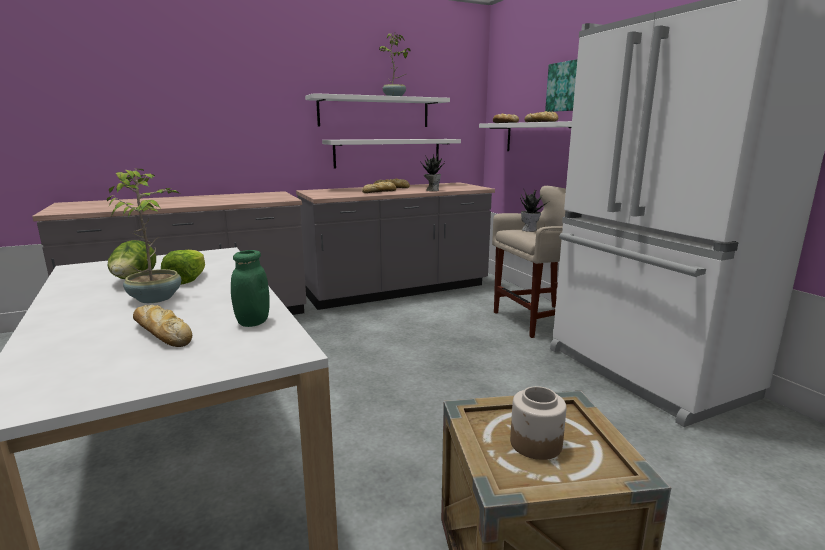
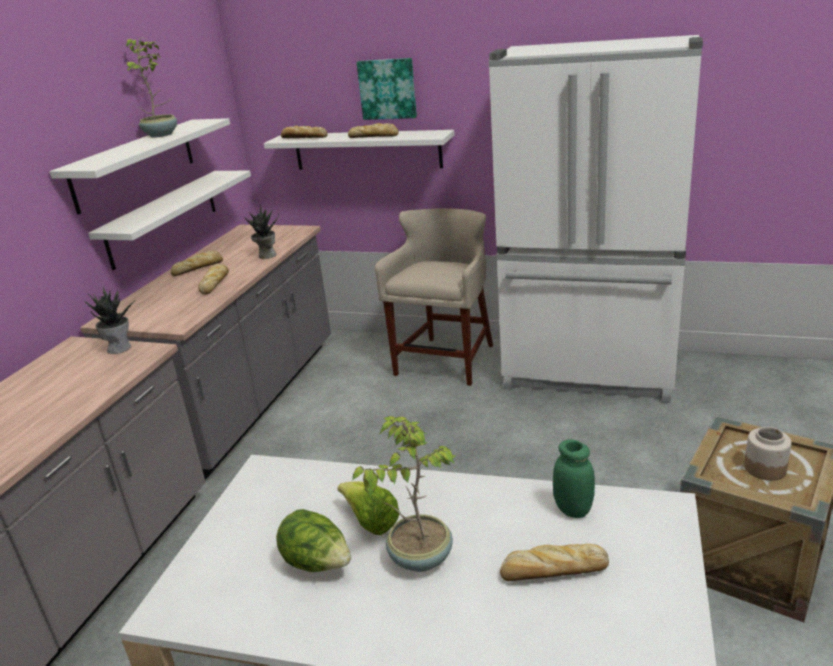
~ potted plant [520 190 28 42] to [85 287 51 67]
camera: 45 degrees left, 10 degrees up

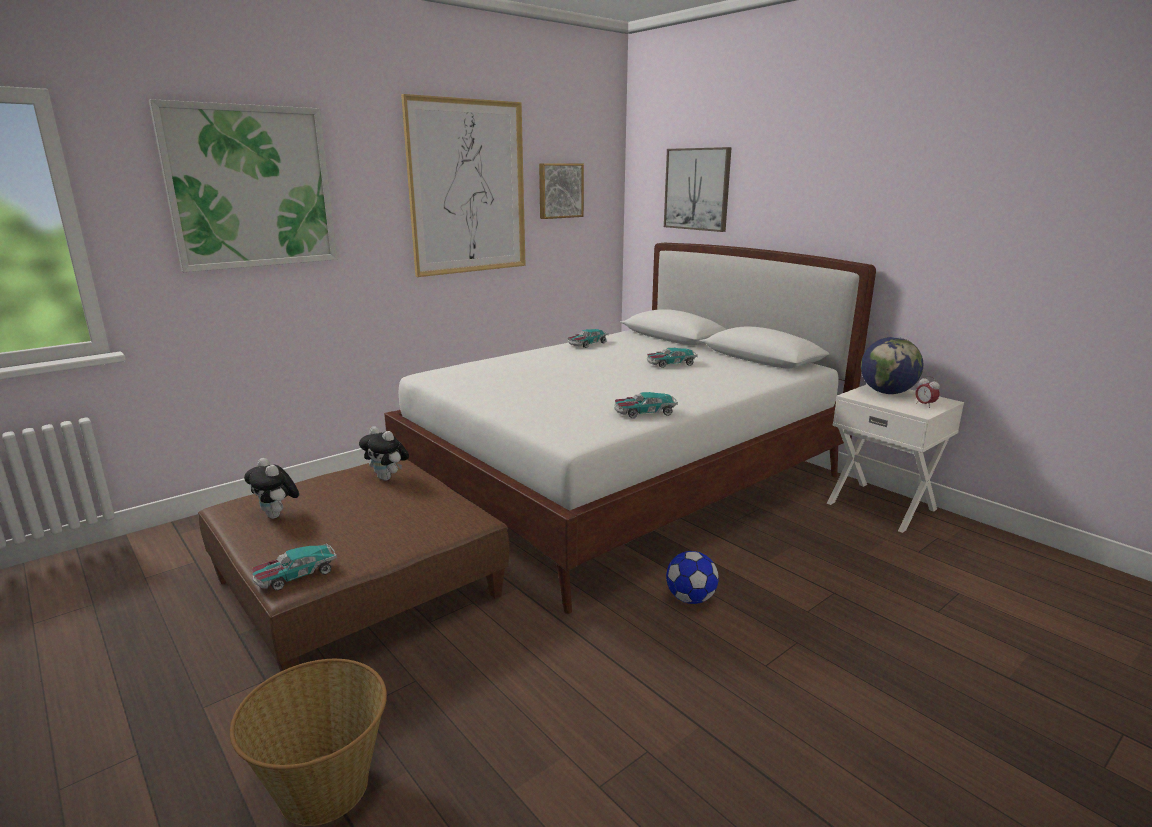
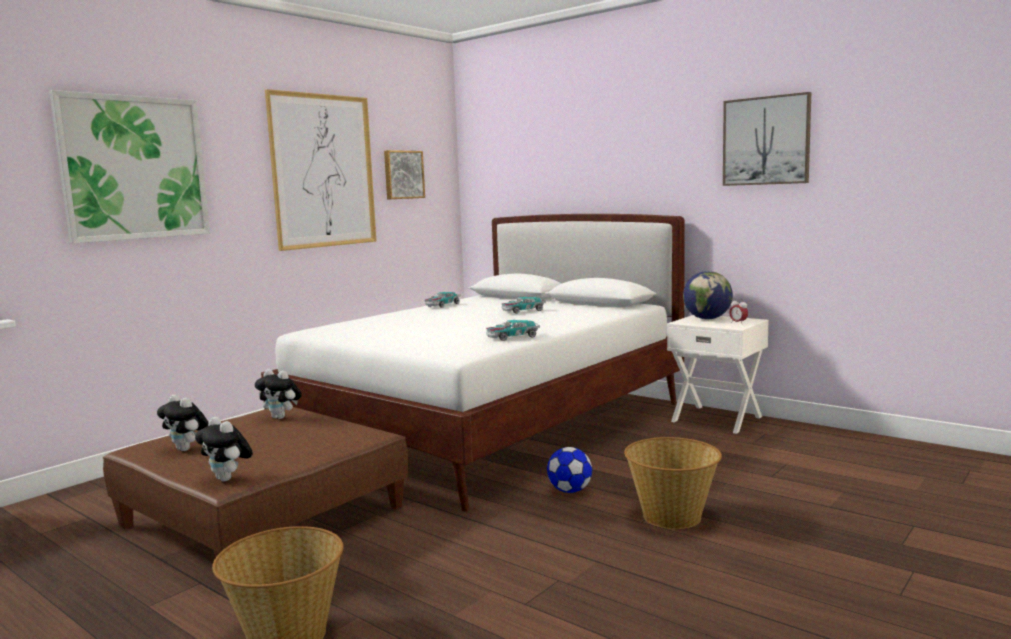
~ toy car [252 543 85 47] to plush toy [195 417 58 64]
~ picture [664 147 68 85] to [723 92 88 94]
+ basket [624 437 98 92]
camera: 10 degrees left, 10 degrees down

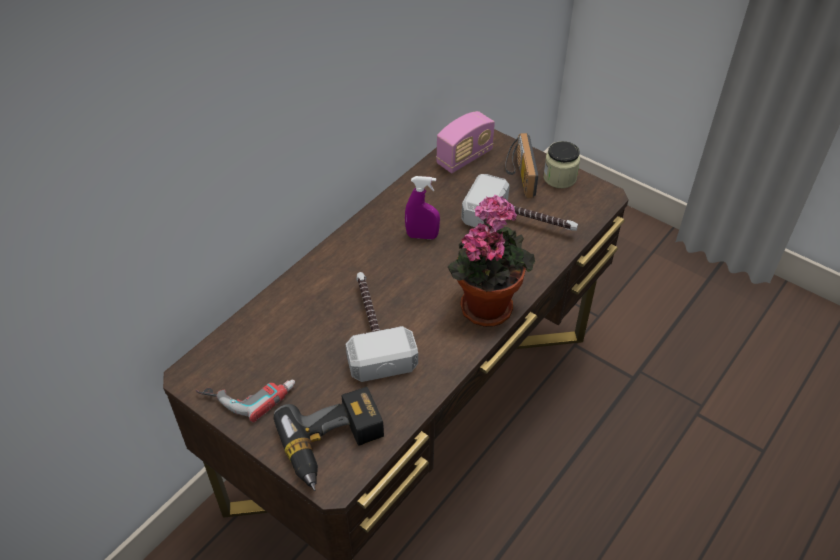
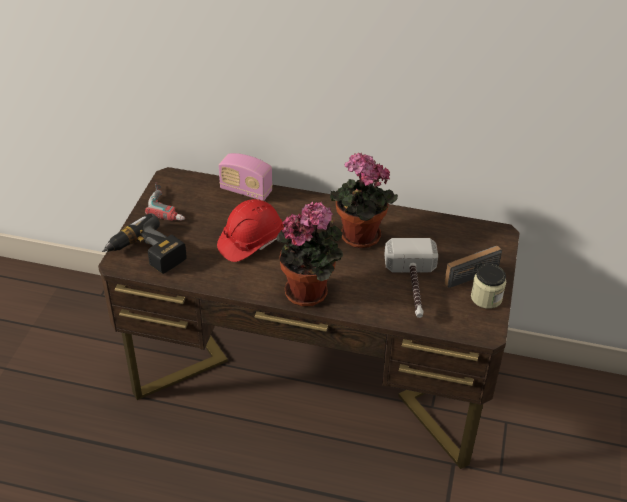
~ hammer [346 272 72 110] to red hard hat [217 199 67 63]
~ purple spray bottle [405 176 35 63] to potted plant [330 153 68 95]
~ radio [436 111 59 62] to [219 153 54 48]
camera: 65 degrees right, 5 degrees down

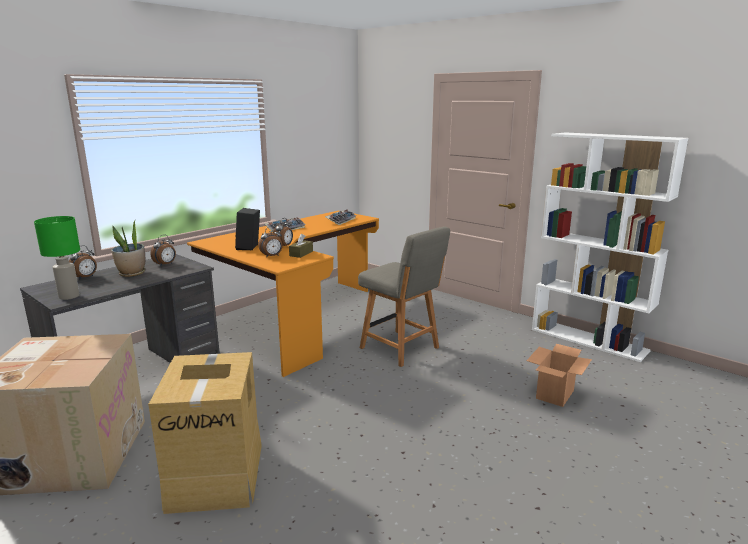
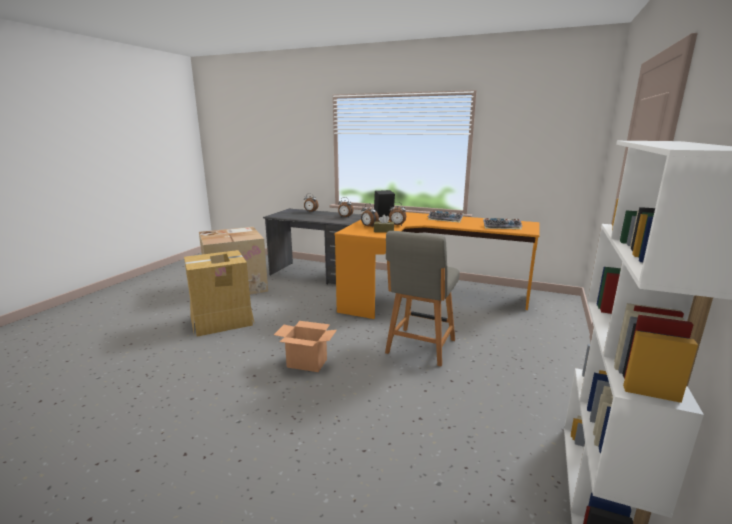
- green table lamp [34 216 46 84]
- potted plant [111 221 34 56]
~ cardboard box [526 344 66 63] to [274 321 63 51]
camera: 70 degrees right, 0 degrees up

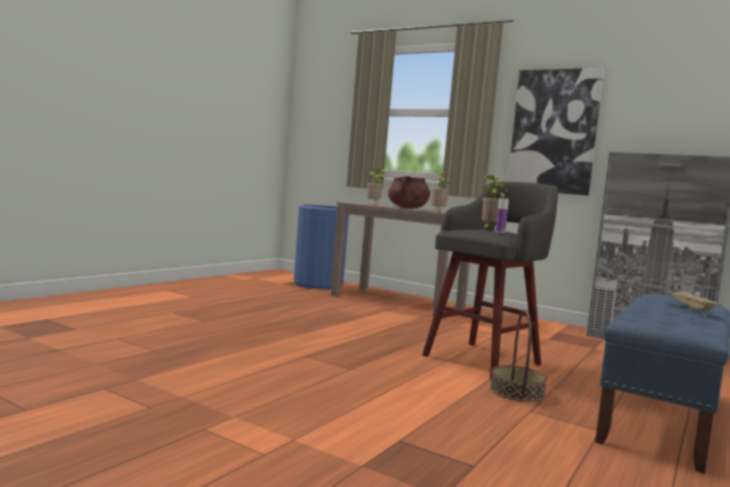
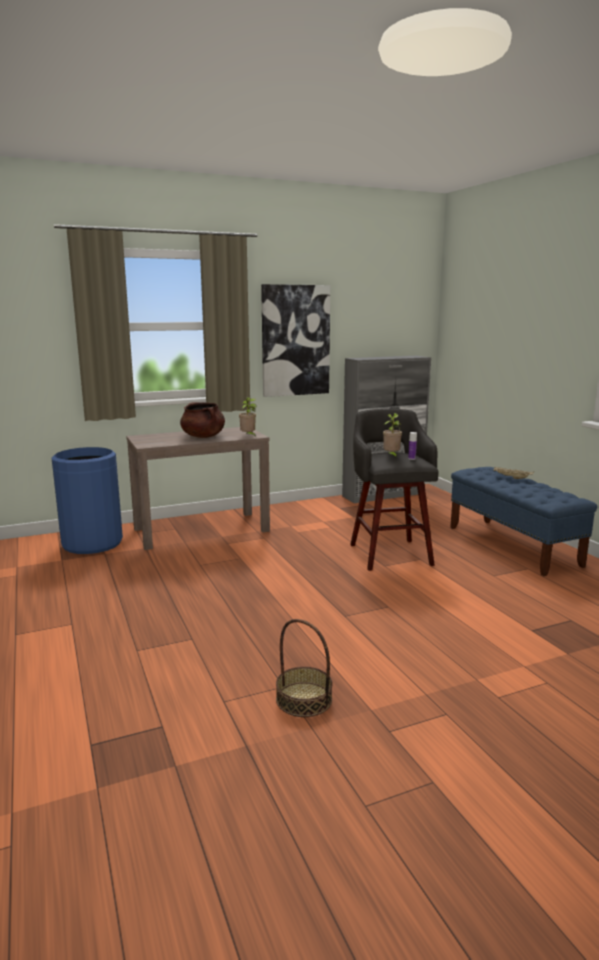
- potted plant [367 169 20 35]
~ basket [490 310 57 92] to [276 619 57 98]
camera: 55 degrees left, 10 degrees up

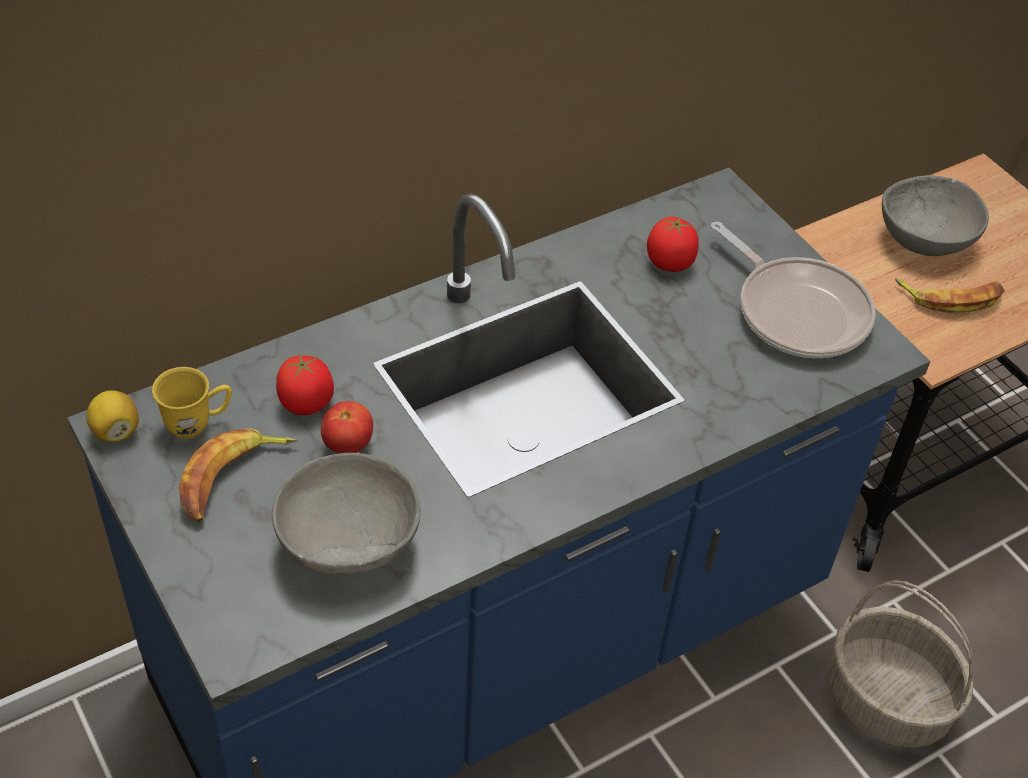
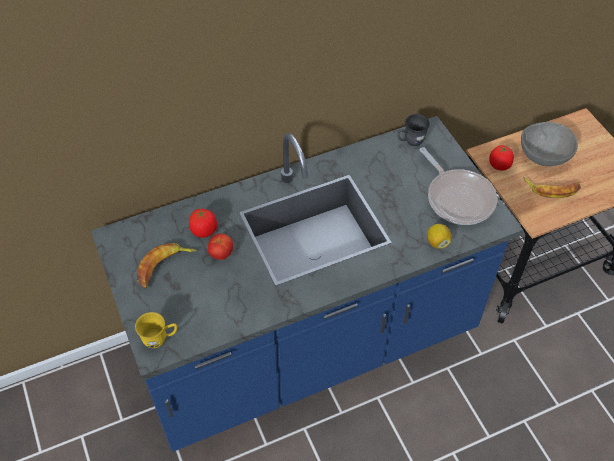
~ lemon [86 391 53 51] to [427 224 25 25]
~ yellow mug [152 367 80 72] to [135 312 42 36]
- grey bowl [272 453 148 122]
~ tomato [647 216 52 56] to [489 145 25 26]
- basket [829 580 145 168]
+ grey mug [397 114 33 32]
camera: 10 degrees right, 5 degrees up

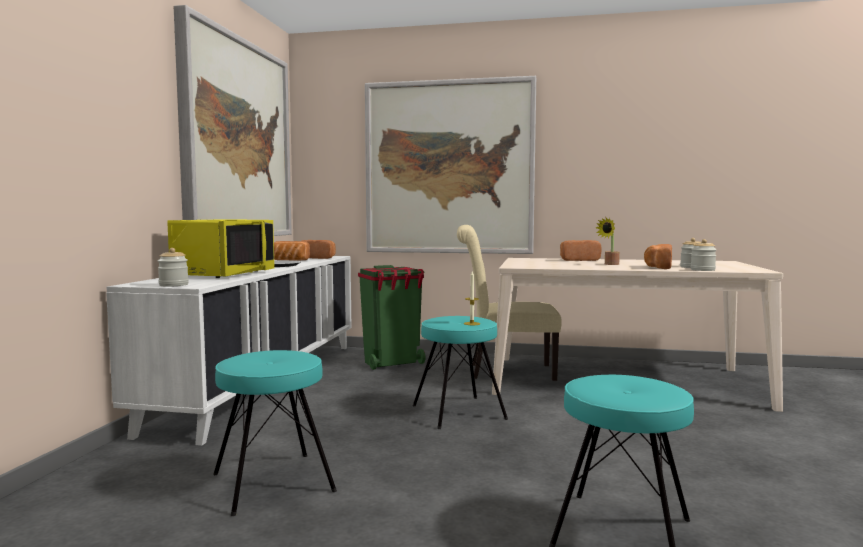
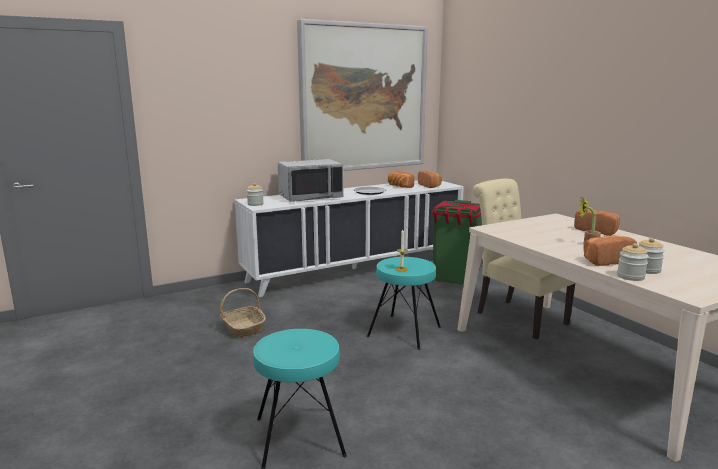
~ yellow microwave [167 219 107 59] to grey microwave [278 159 66 43]
~ turquoise stool [213 350 124 166] to basket [220 288 46 50]
- picture [365 76 171 178]
camera: 50 degrees right, 10 degrees up

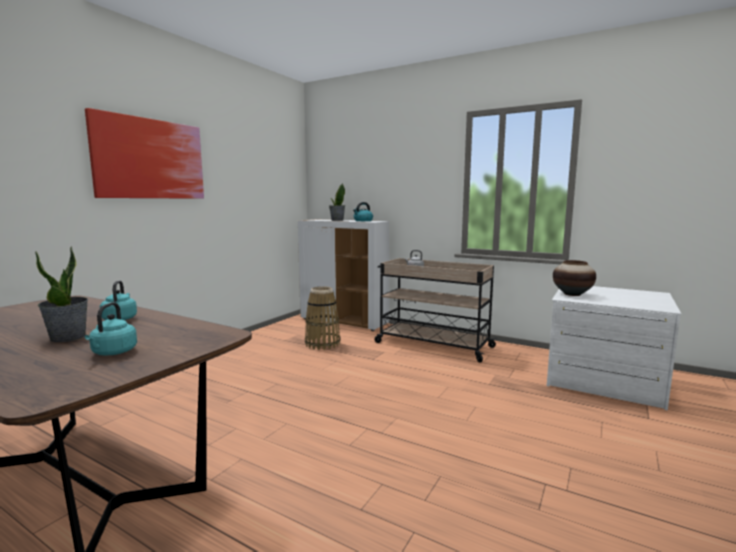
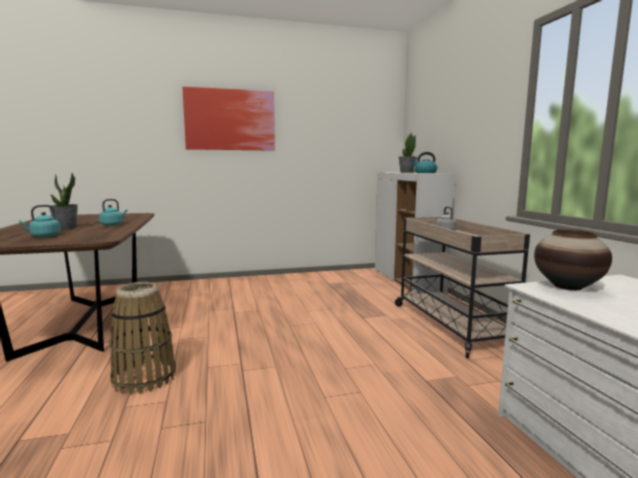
~ basket [305 286 36 64] to [110 282 66 113]
camera: 45 degrees right, 0 degrees up

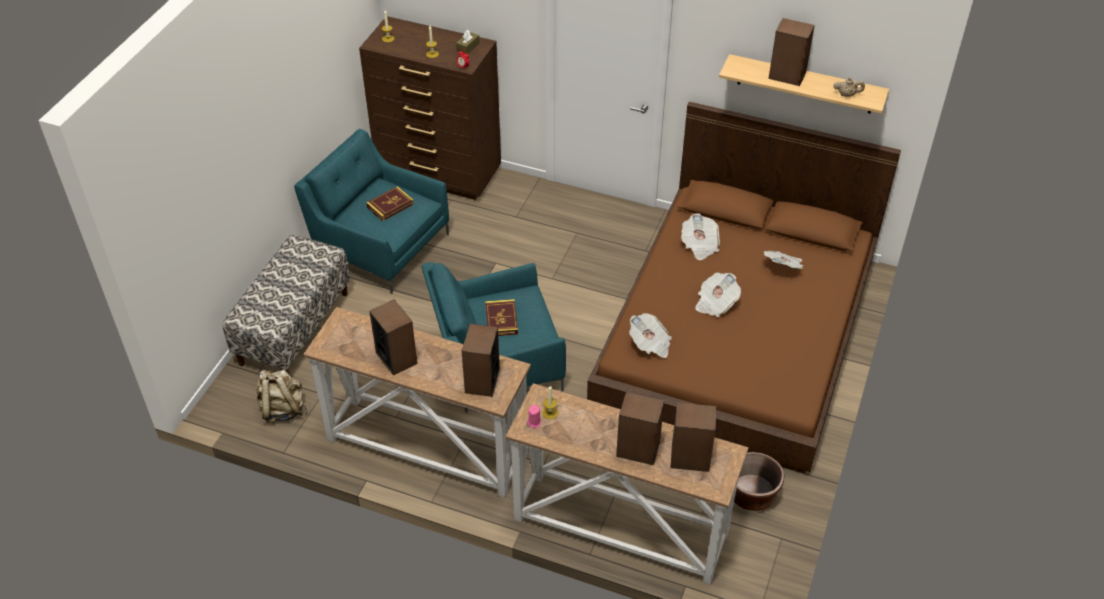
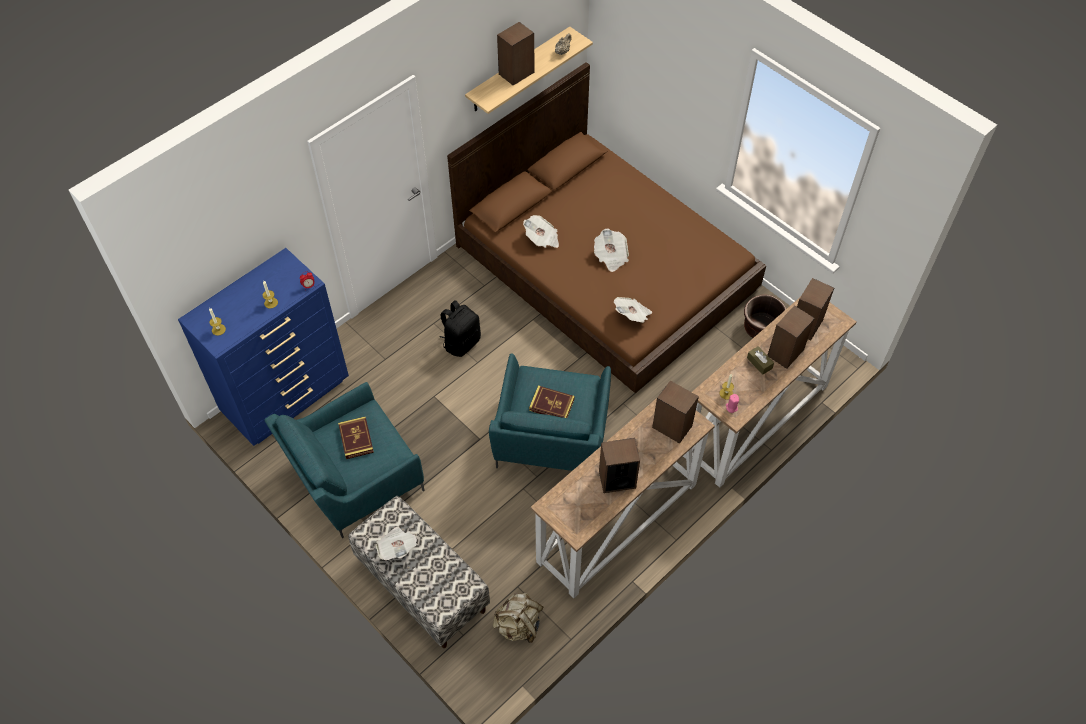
~ brown dresser [359 16 142 184] to blue dresser [178 248 171 198]
~ brown tissue box [456 30 24 24] to [747 346 27 29]
~ newspaper [764 251 39 18] to [376 527 41 33]
+ black backpack [440 300 41 57]
camera: 65 degrees left, 10 degrees up

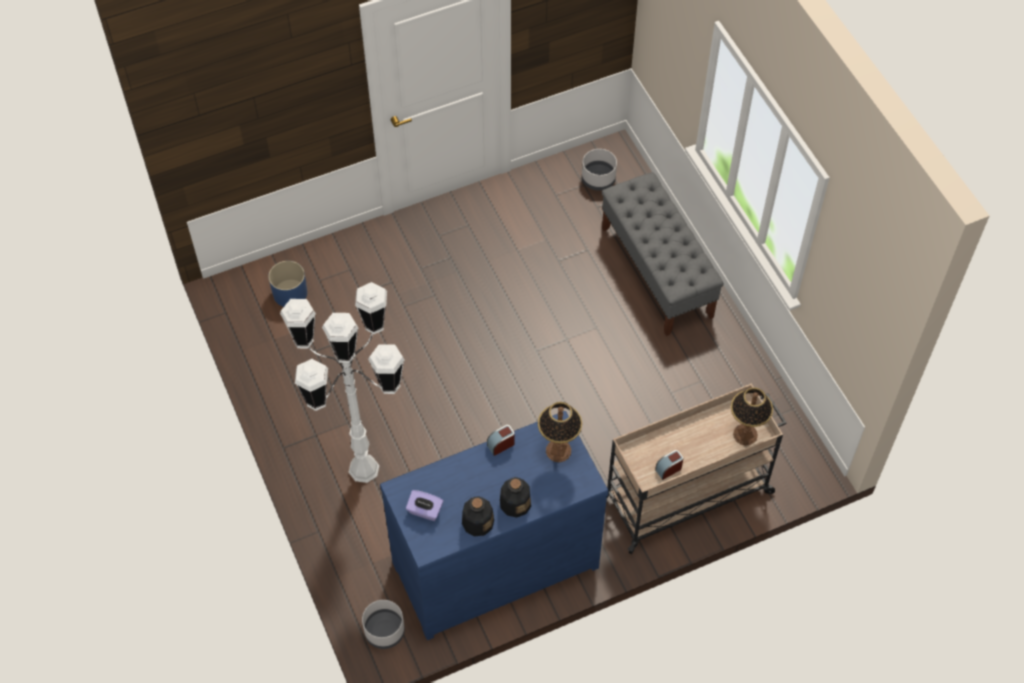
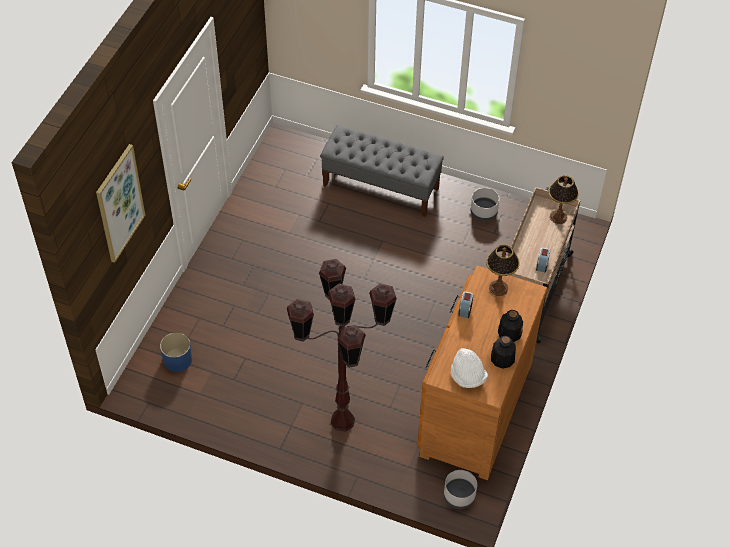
~ white floor lamp [280 282 125 201] to brown floor lamp [287 259 110 173]
~ blue dresser [380 411 228 229] to brown dresser [417 266 131 214]
~ purple tissue box [406 490 38 31] to white hat [451 348 37 40]
~ grey planter [582 149 35 42] to [471 188 29 33]
+ picture [96 144 49 119]
camera: 45 degrees left, 5 degrees down

